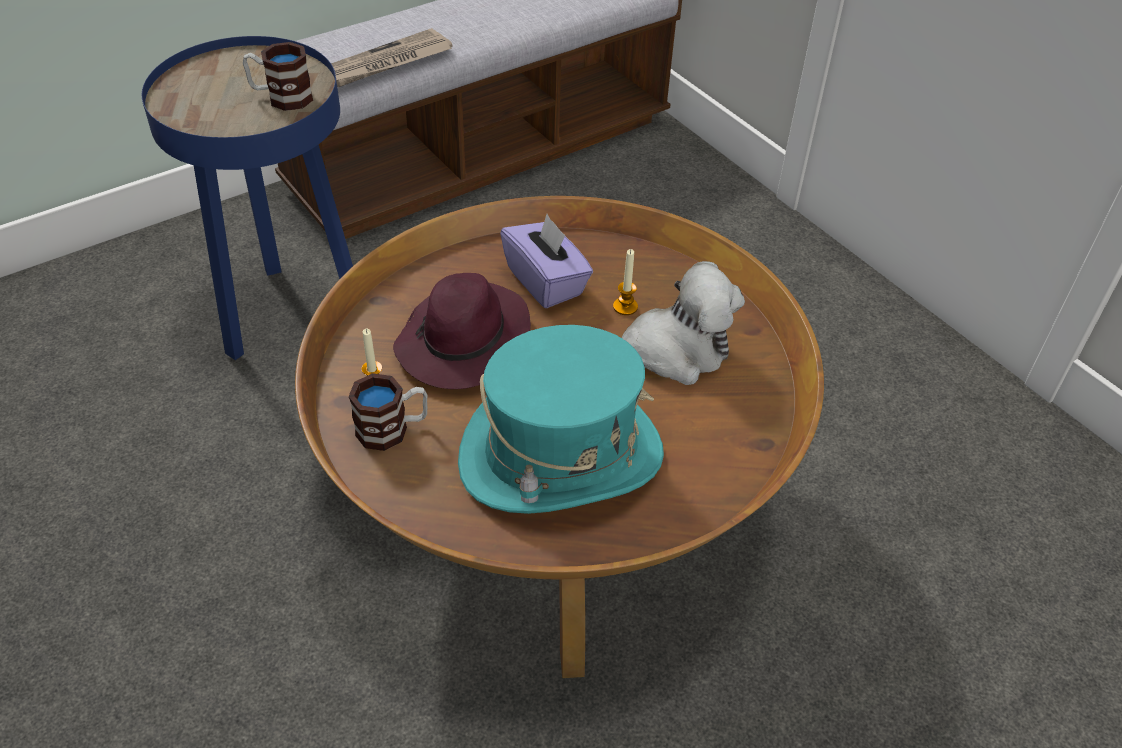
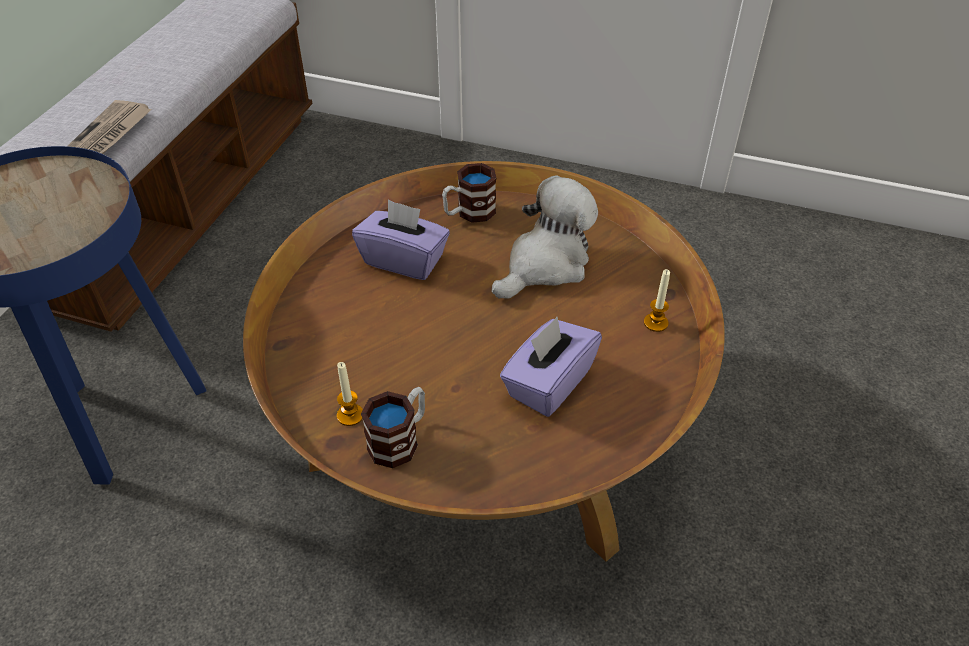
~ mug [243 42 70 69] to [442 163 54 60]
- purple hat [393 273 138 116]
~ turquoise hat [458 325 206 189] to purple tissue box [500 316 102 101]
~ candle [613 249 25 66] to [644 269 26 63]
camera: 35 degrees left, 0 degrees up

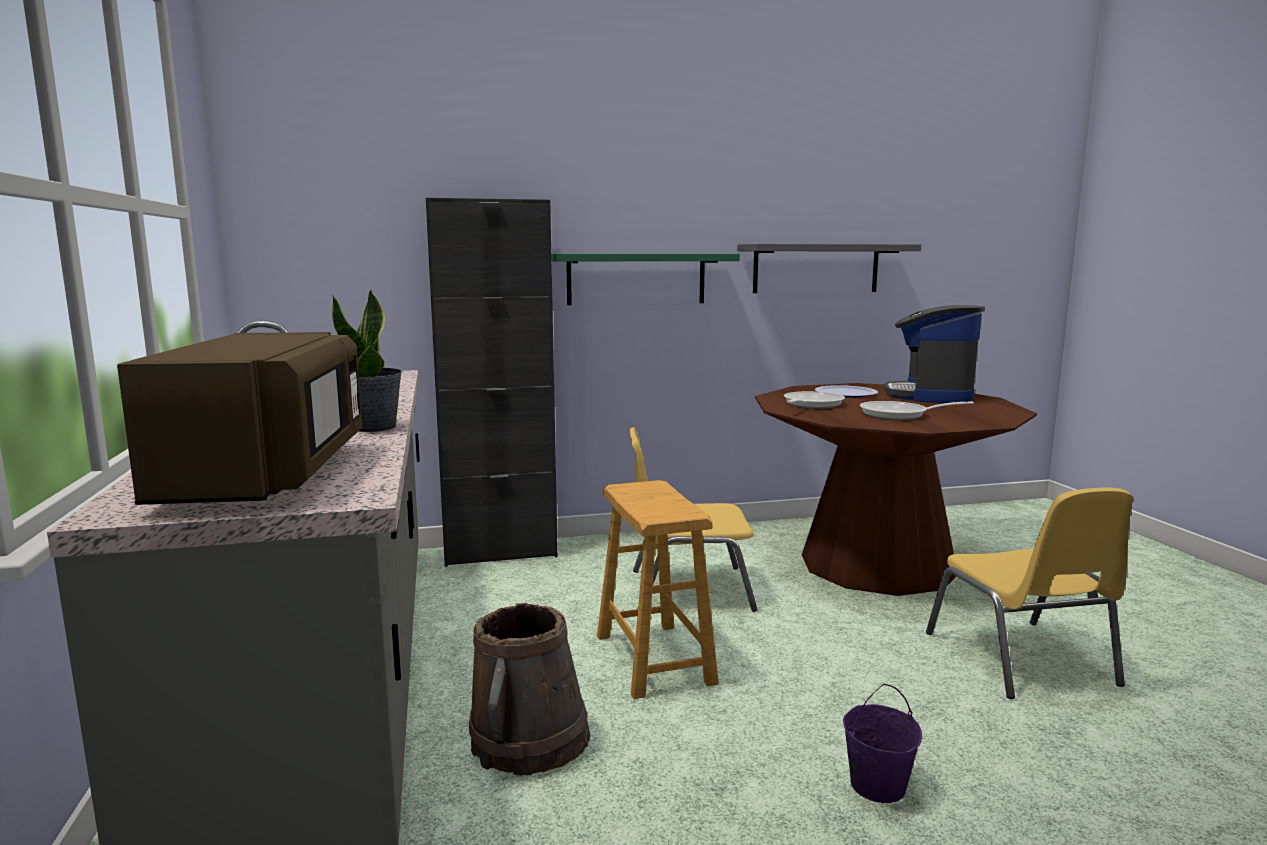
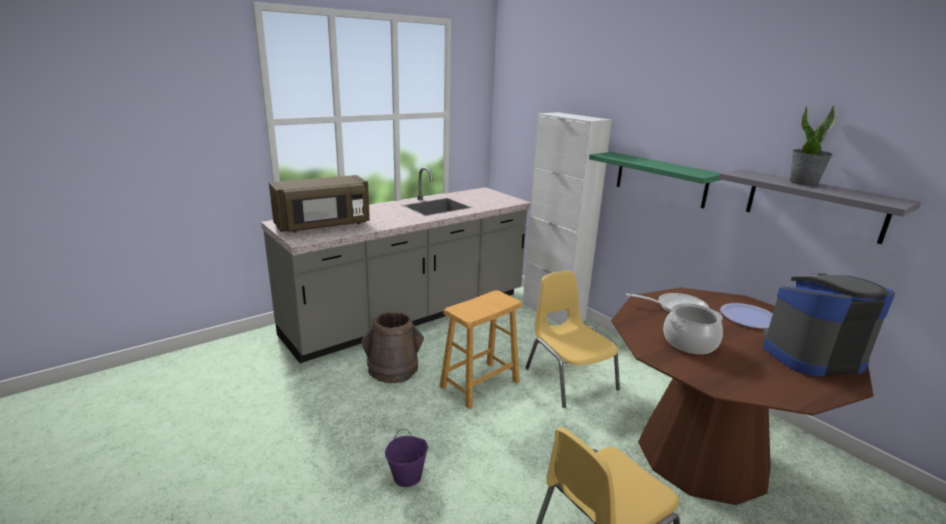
~ potted plant [332 289 70 143] to [790 105 46 81]
~ black cabinet [426 198 132 369] to white cabinet [523 112 89 213]
~ frying pan [860 401 114 19] to cooking pot [663 303 60 51]
camera: 65 degrees right, 10 degrees up

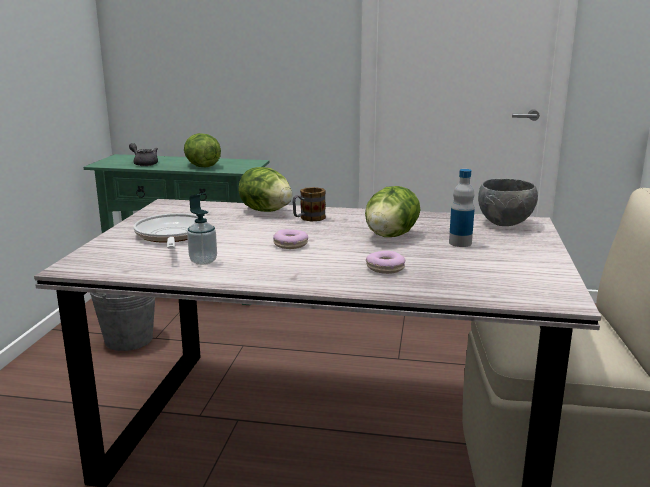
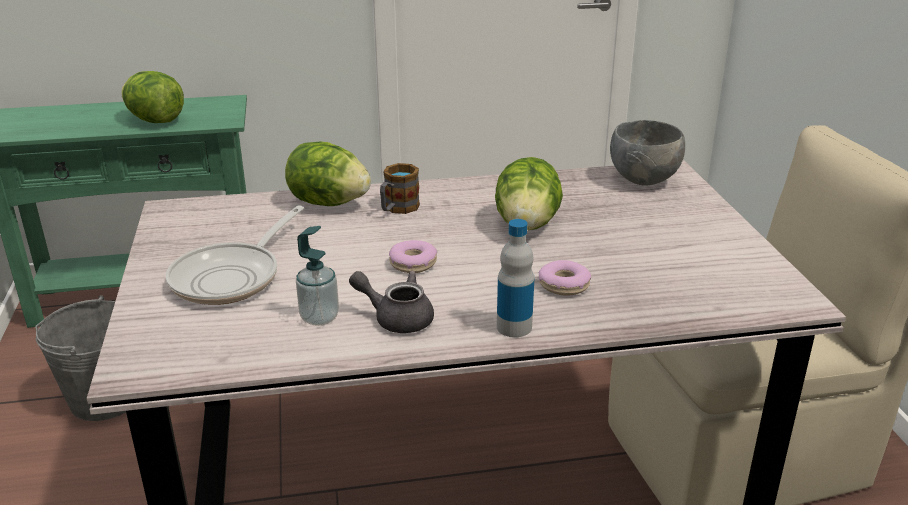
~ grey teapot [129 143 29 23] to [349 271 85 62]
~ frying pan [133 213 65 36] = [166 205 138 100] 120 degrees counterclockwise
~ bottle [449 169 26 78] to [497 219 37 118]
camera: 20 degrees left, 10 degrees up

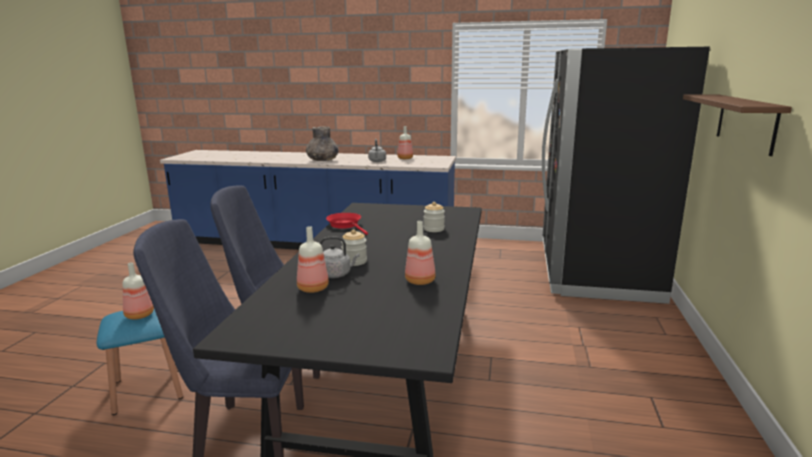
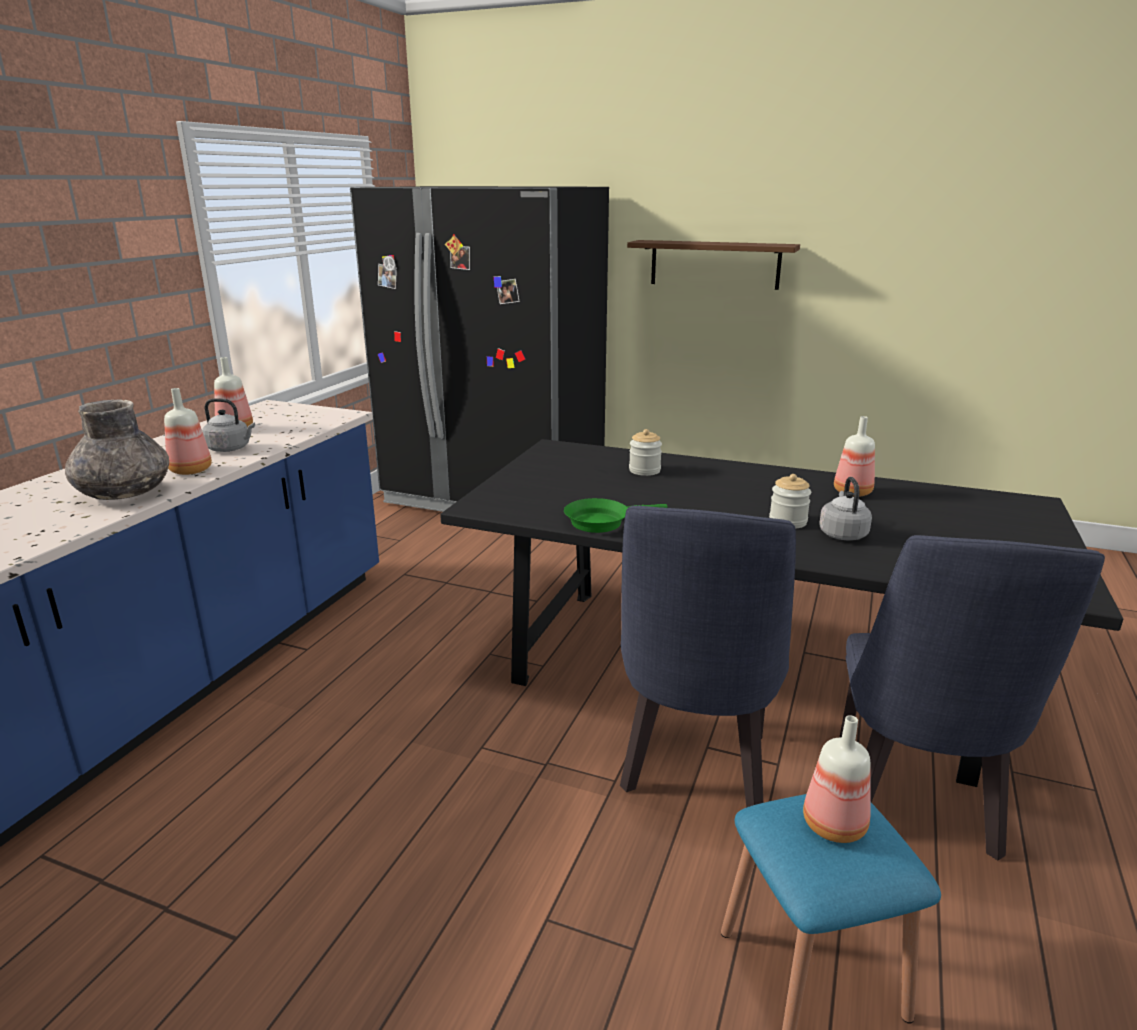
~ bottle [297 226 32 67] to [164 388 48 87]
~ red frying pan [326 213 42 22] to green frying pan [564 498 104 35]
camera: 80 degrees left, 5 degrees up

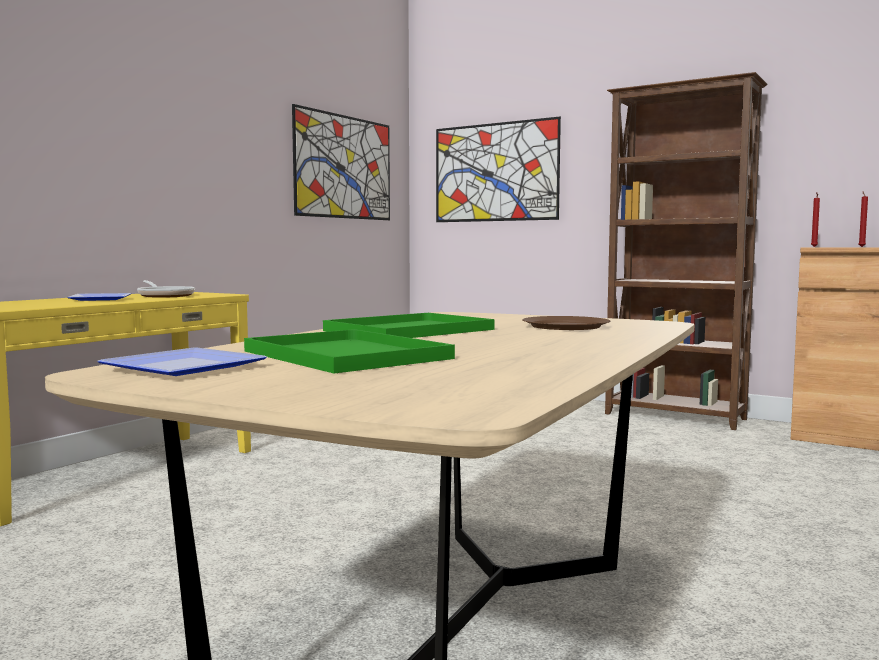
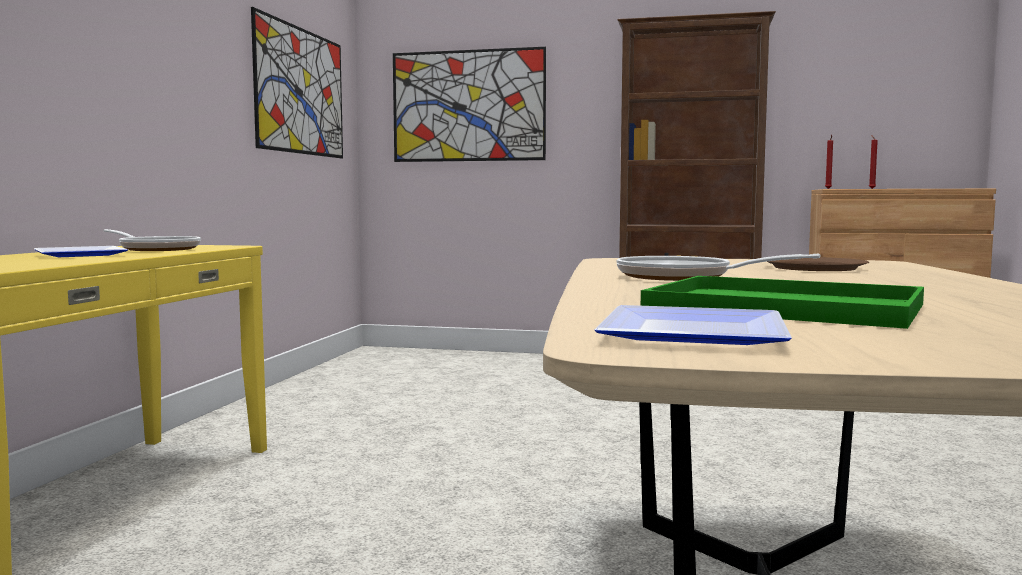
~ green tray [323 313 171 25] to frying pan [617 254 203 27]
camera: 20 degrees left, 0 degrees up

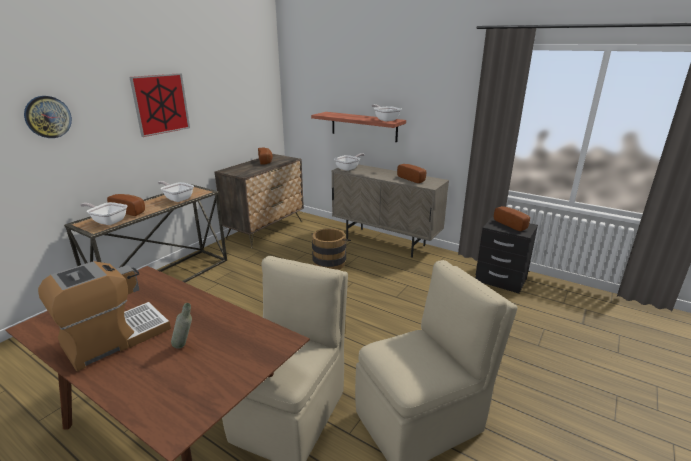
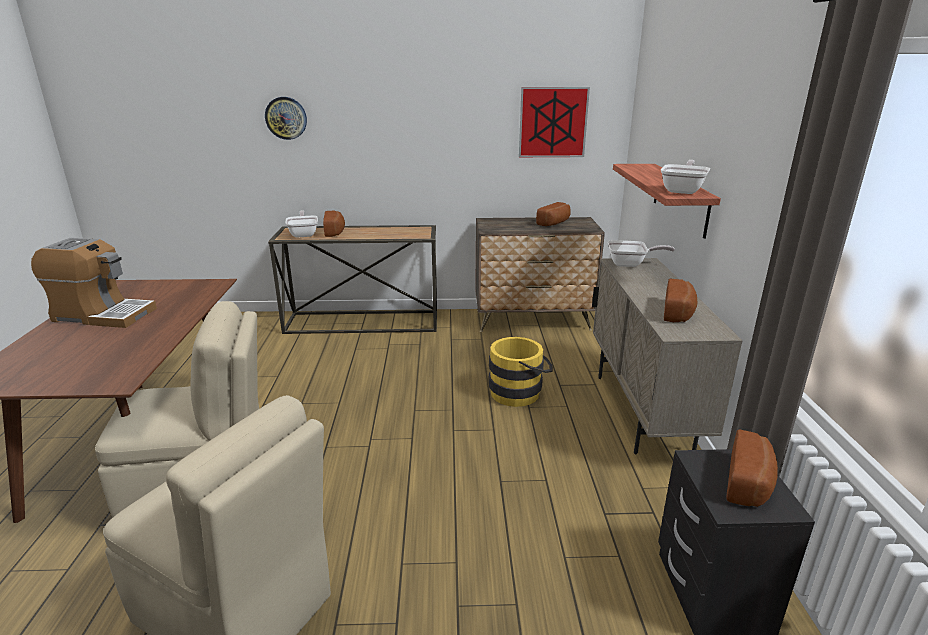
~ picture [129 73 61 64] to [519 87 71 70]
- frying pan [158 181 36 21]
- grey bottle [171 303 21 46]
~ brown bucket [312 228 39 42] to yellow bucket [488 337 65 70]
camera: 55 degrees right, 0 degrees up

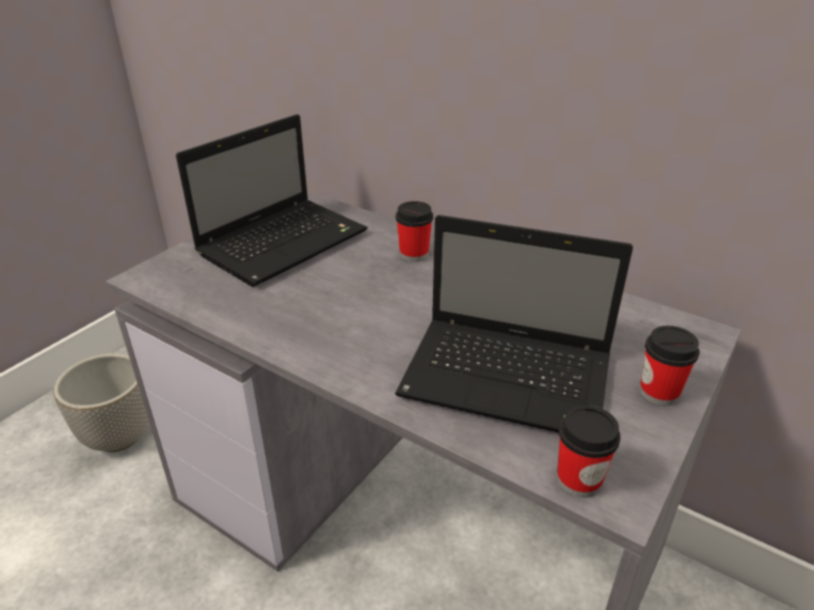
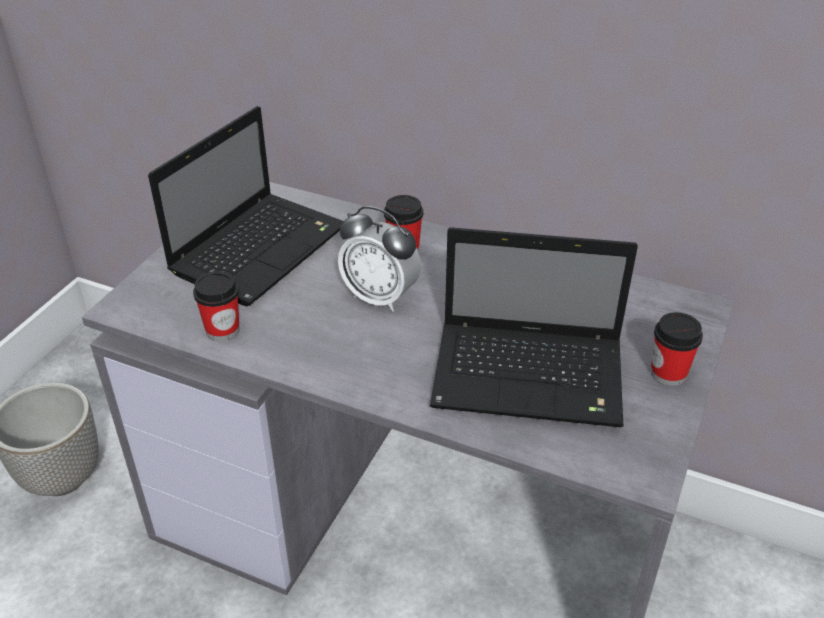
~ cup [557 405 63 93] to [193 271 46 70]
+ alarm clock [338 206 83 106]
camera: 10 degrees left, 5 degrees up

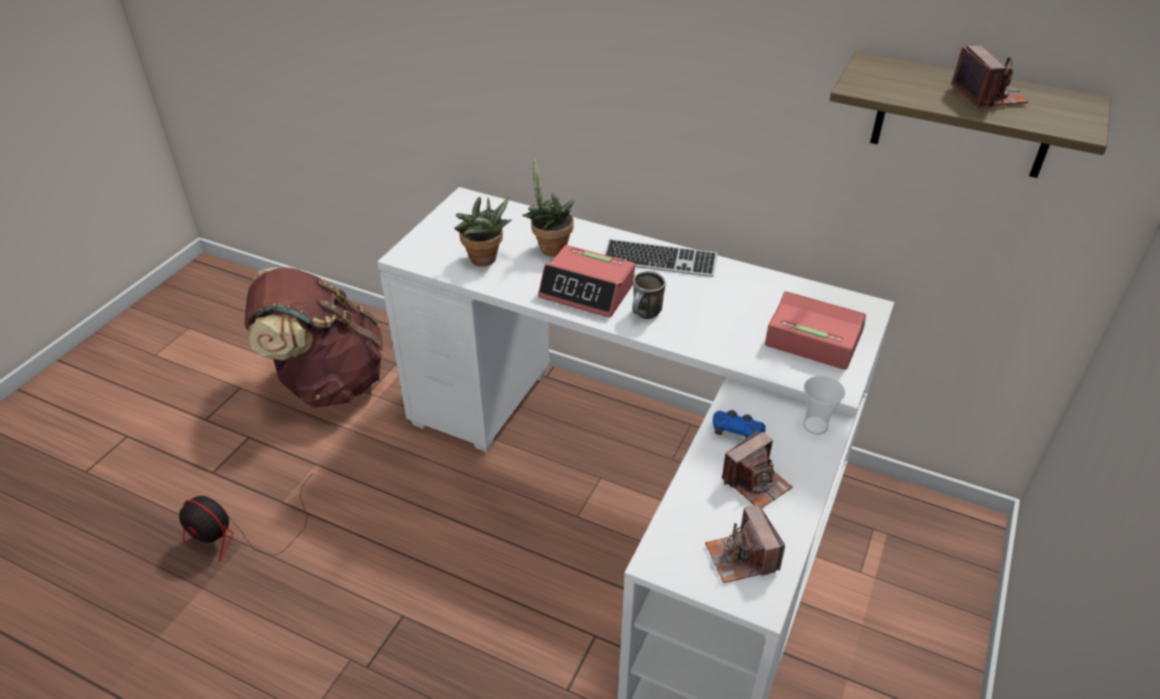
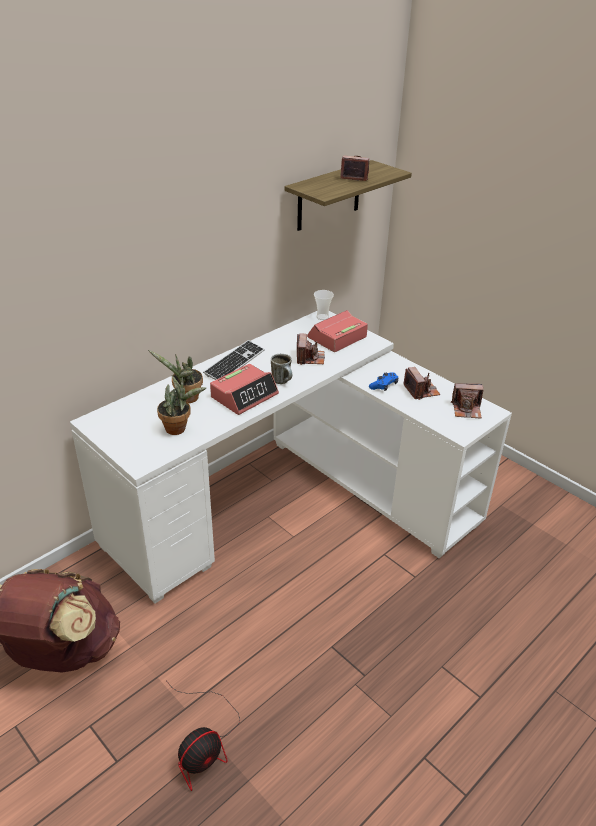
~ cup [803 376 42 59] to [314 290 20 30]
+ photo camera [297 333 28 32]
camera: 70 degrees left, 5 degrees down

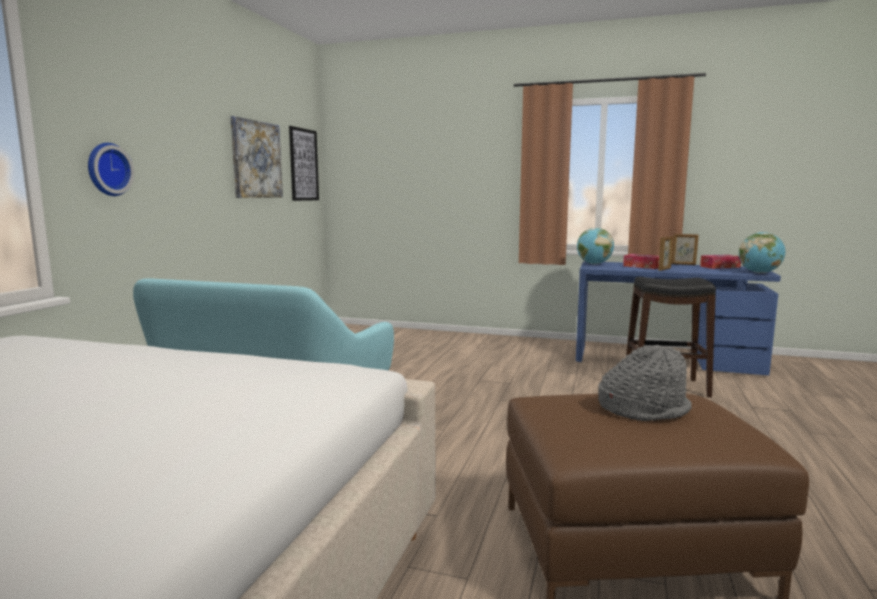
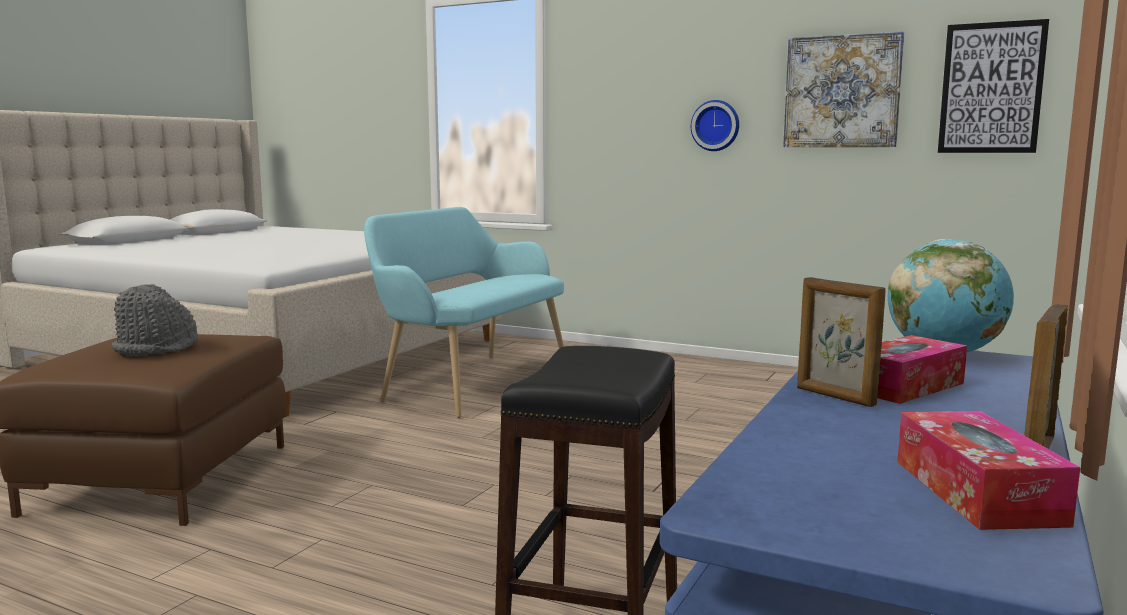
~ wall clock [88 143 46 53] to [691 100 48 51]
- globe [739 232 46 41]
camera: 100 degrees right, 0 degrees up

